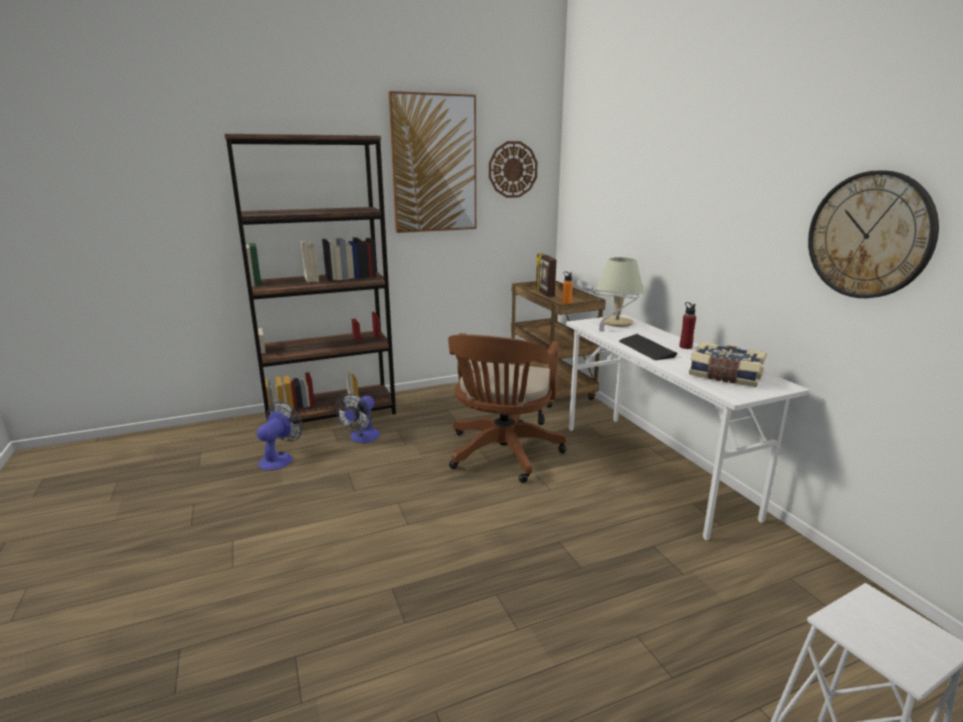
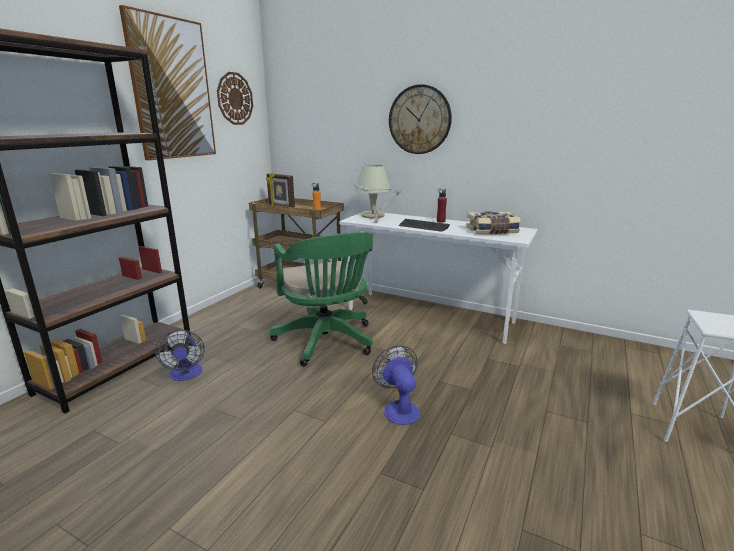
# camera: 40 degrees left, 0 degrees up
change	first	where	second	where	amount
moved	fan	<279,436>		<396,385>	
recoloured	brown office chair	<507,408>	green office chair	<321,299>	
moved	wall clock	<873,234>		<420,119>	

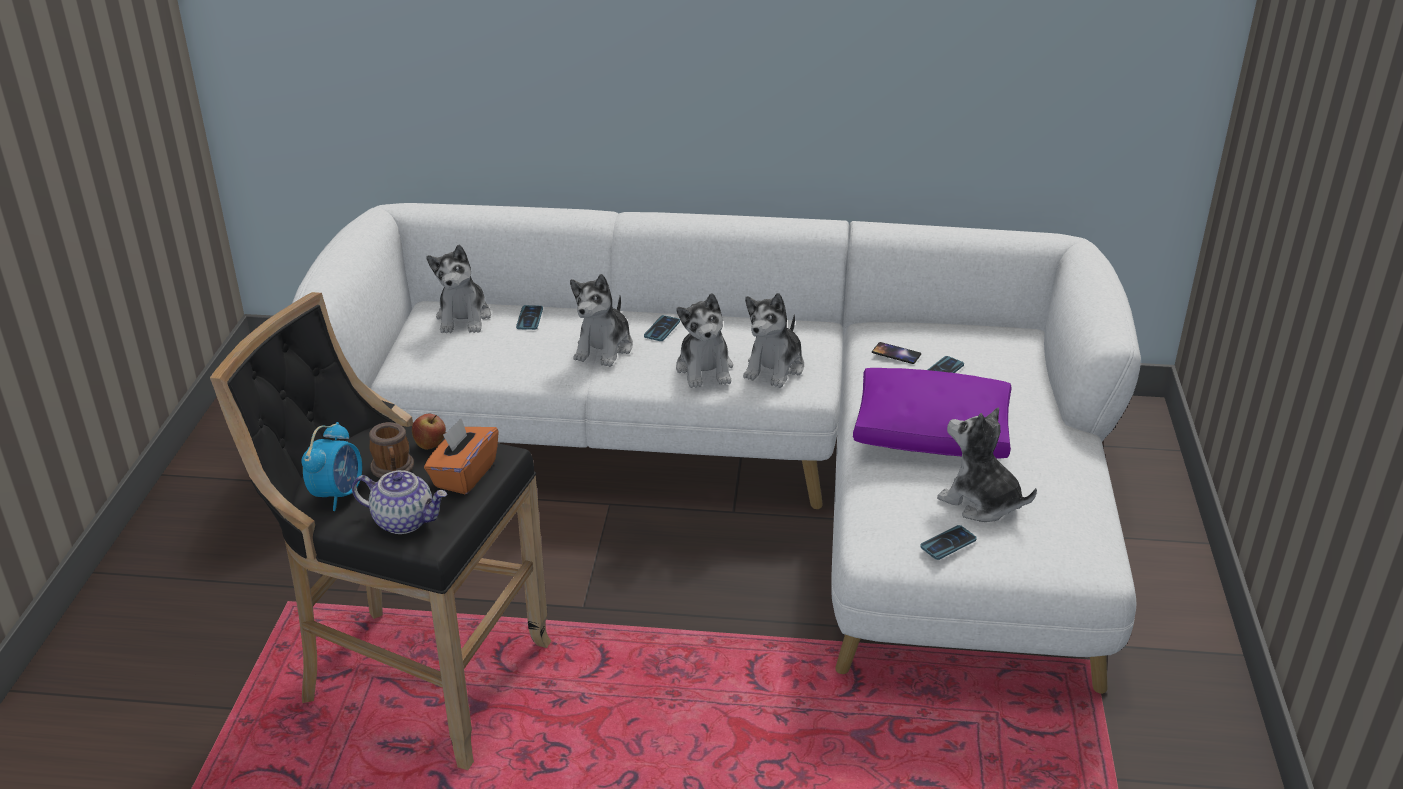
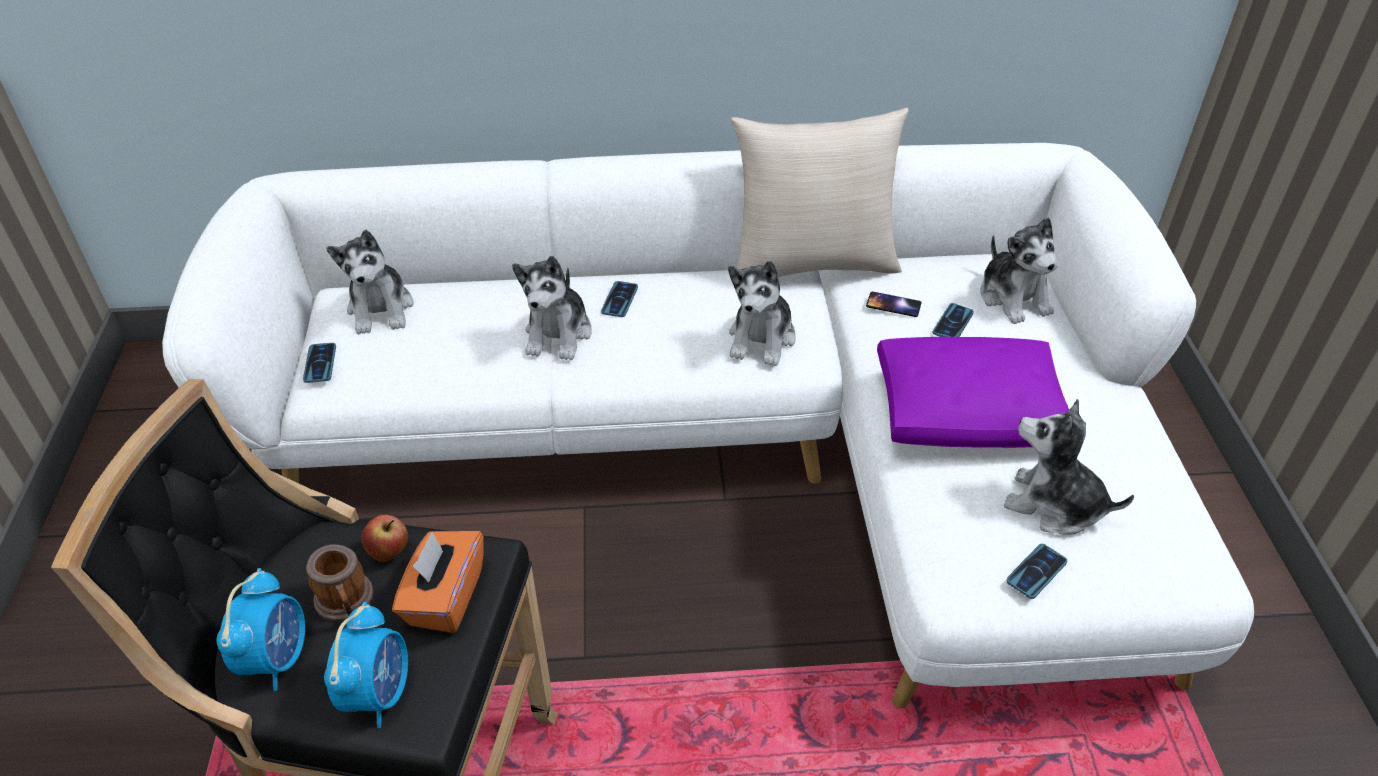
# camera: 10 degrees left, 10 degrees up
change	first	where	second	where	amount
replaced	teapot	<399,502>	alarm clock	<366,665>	
moved	phone	<529,317>		<319,363>	
moved	plush toy	<704,340>		<1018,270>	
added			beige pillow	<820,192>	

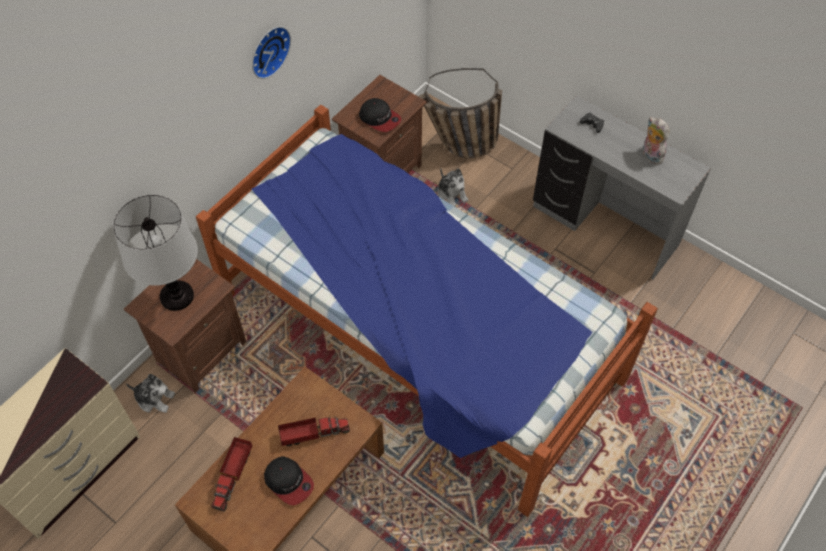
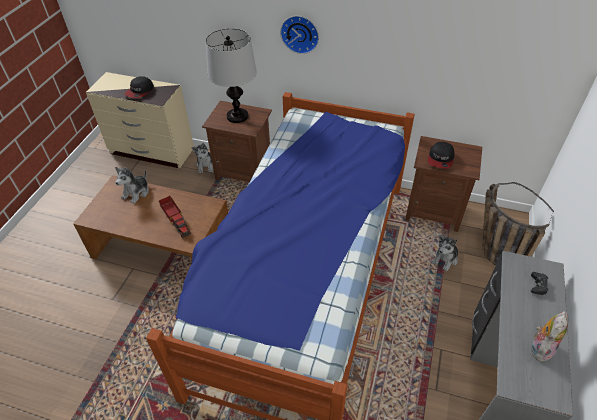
# camera: 70 degrees right, 10 degrees down
change	first	where	second	where	amount
replaced	toy truck	<232,474>	plush toy	<132,185>	
moved	wall clock	<271,52>		<299,35>	
moved	cap	<289,481>		<139,87>	

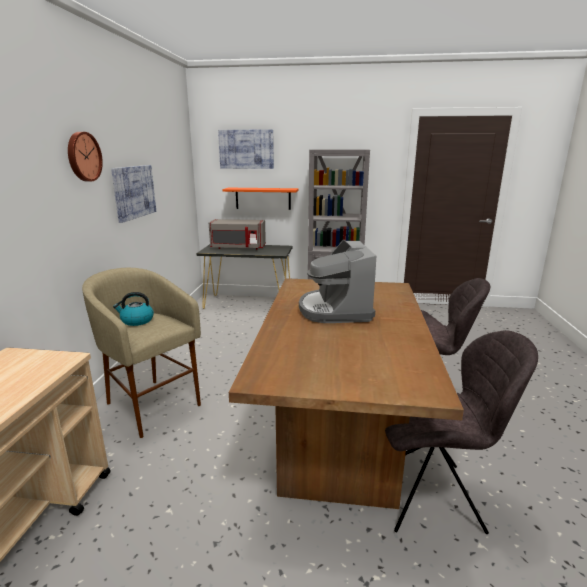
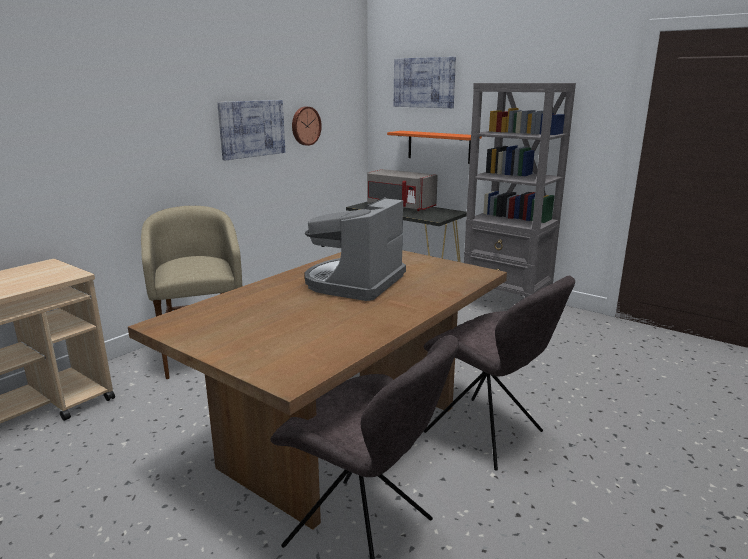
# camera: 30 degrees right, 0 degrees up
change	first	where	second	where	amount
moved	wall clock	<85,156>		<307,126>	
removed	kettle	<133,309>			

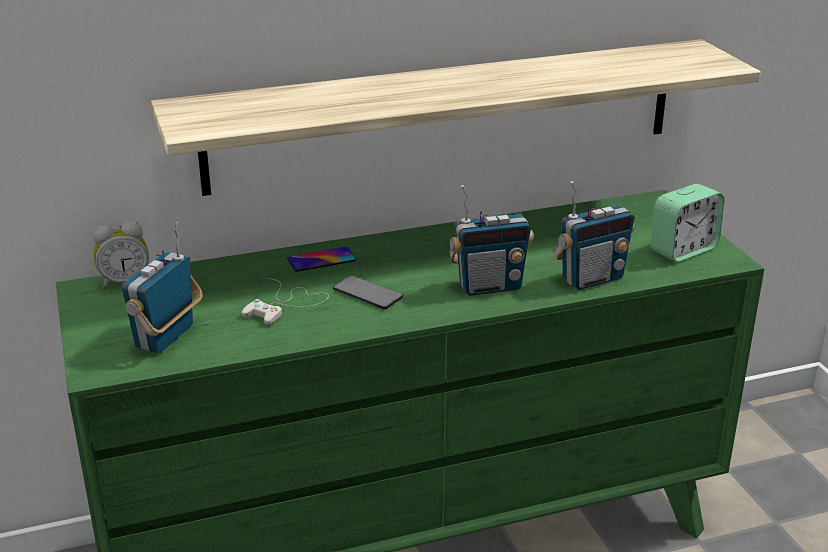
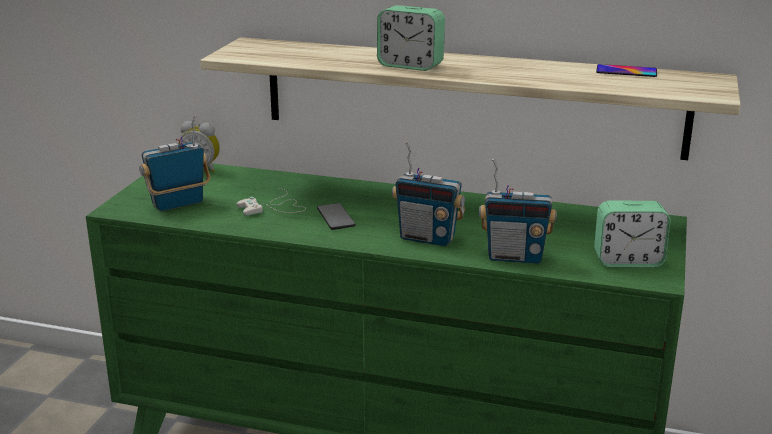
# camera: 35 degrees right, 5 degrees down
change	first	where	second	where	amount
moved	phone	<321,259>		<626,70>	
added			alarm clock	<411,38>	

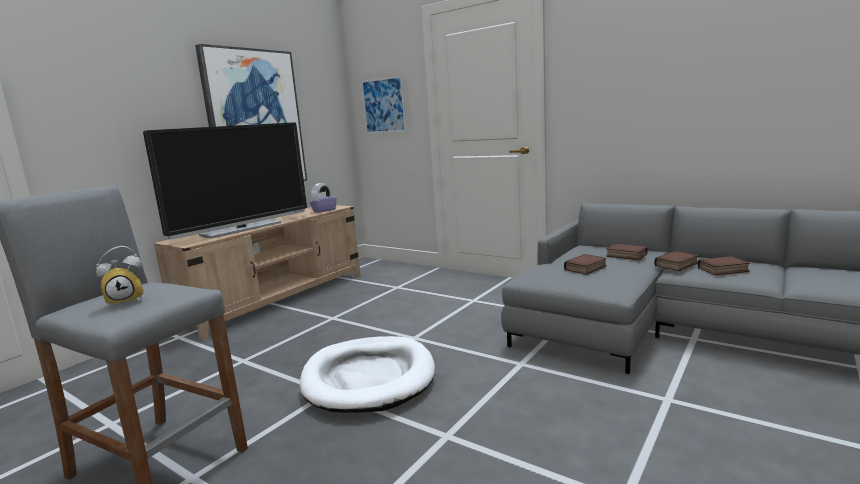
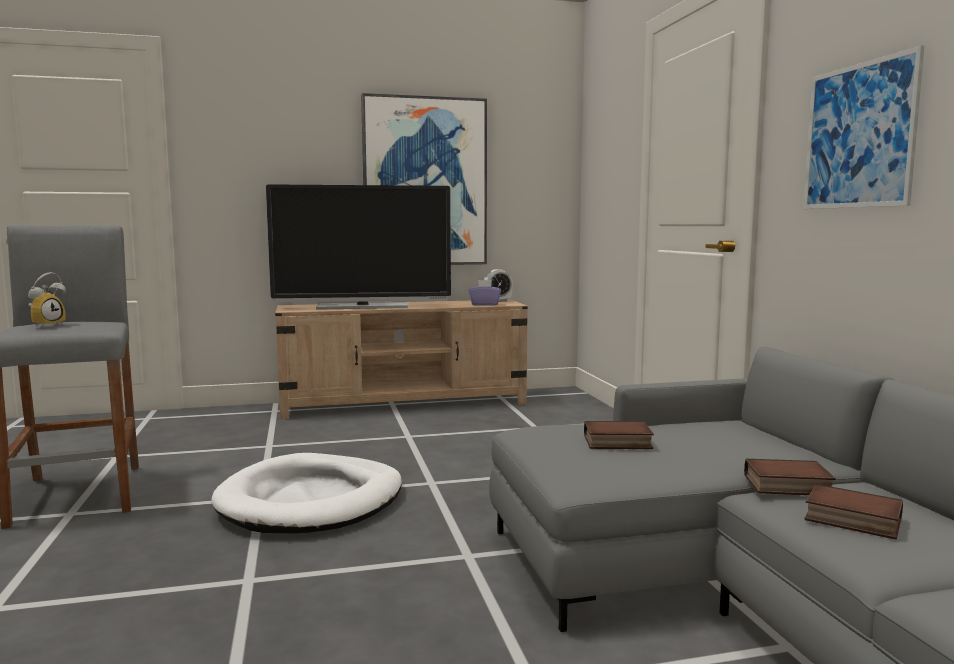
# camera: 40 degrees right, 5 degrees down
change	first	where	second	where	amount
turned	alarm clock	<120,277>		<47,300>	75 degrees counterclockwise
moved	picture	<384,104>		<863,127>	
removed	book	<627,251>			

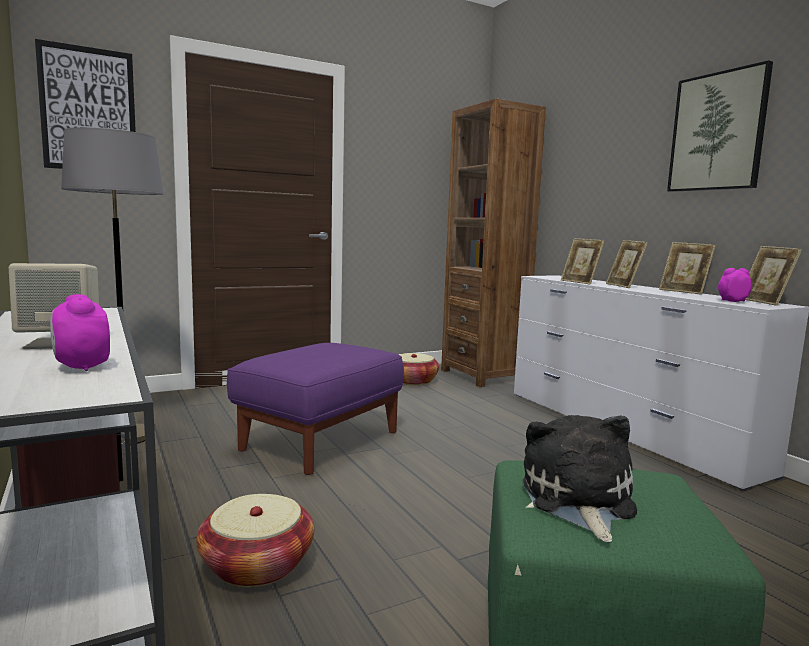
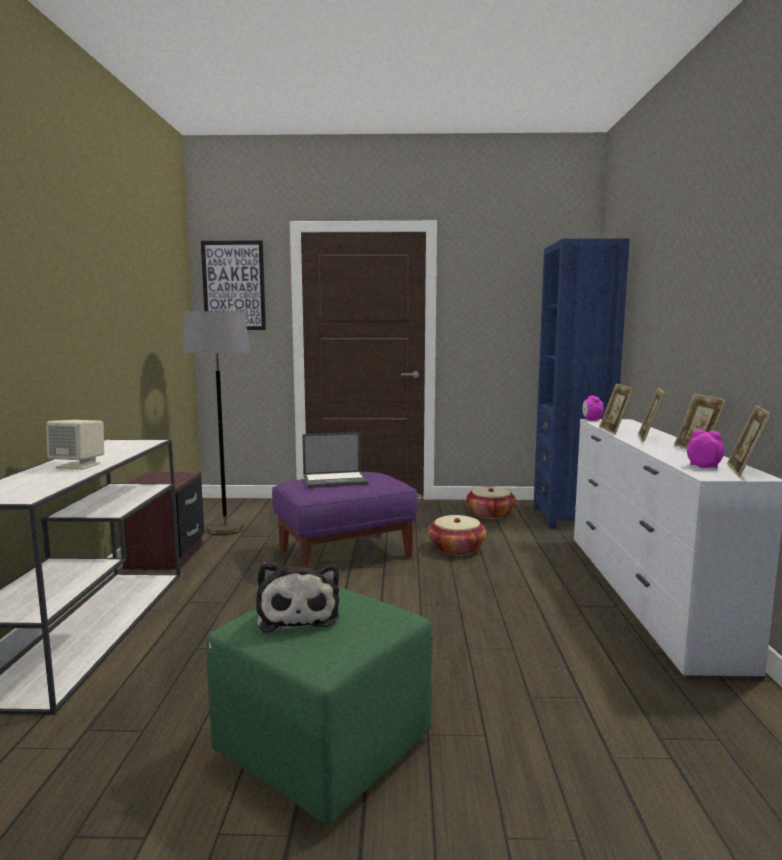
# camera: 30 degrees right, 0 degrees up
change	first	where	second	where	amount
moved	alarm clock	<80,332>		<593,408>	
moved	basket	<255,540>		<457,535>	
recoloured	brown bookcase	<493,242>	blue bookcase	<581,383>	
turned	plush toy	<580,478>		<298,597>	135 degrees clockwise
removed	picture	<720,126>			
added			laptop	<335,460>	

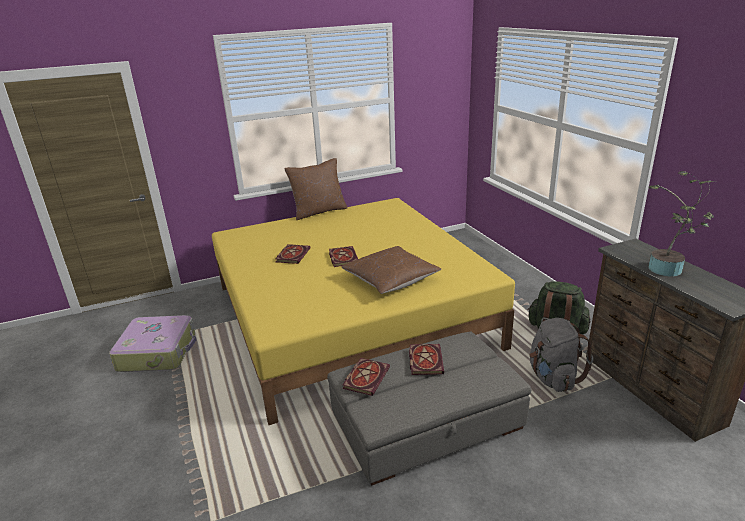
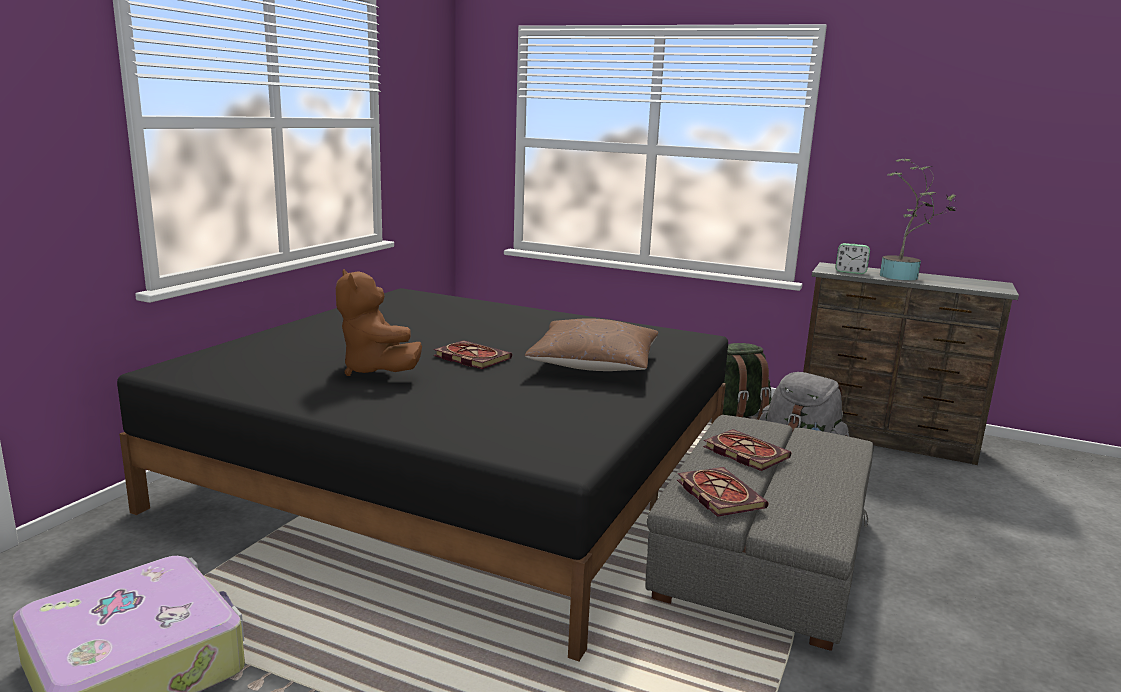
# camera: 45 degrees left, 10 degrees down
change	first	where	second	where	amount
recoloured	yellow bed	<363,311>	black bed	<422,474>	
replaced	book	<293,254>	brown plush toy	<379,322>	
removed	brown pillow	<315,189>			
added			alarm clock	<853,258>	

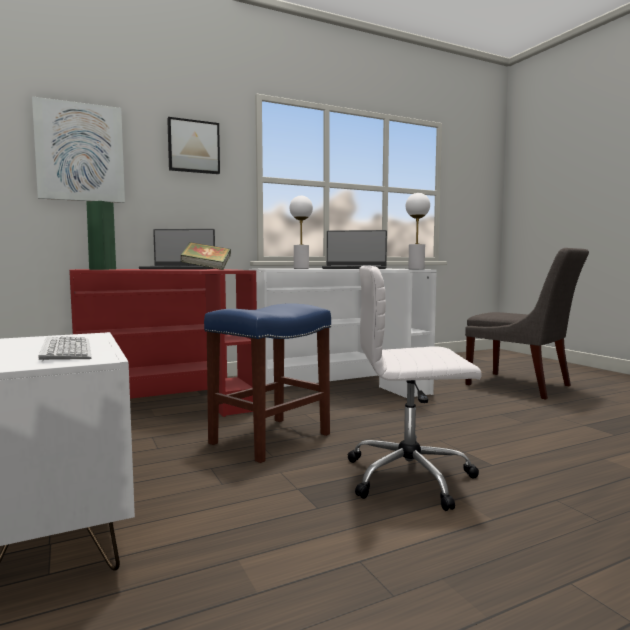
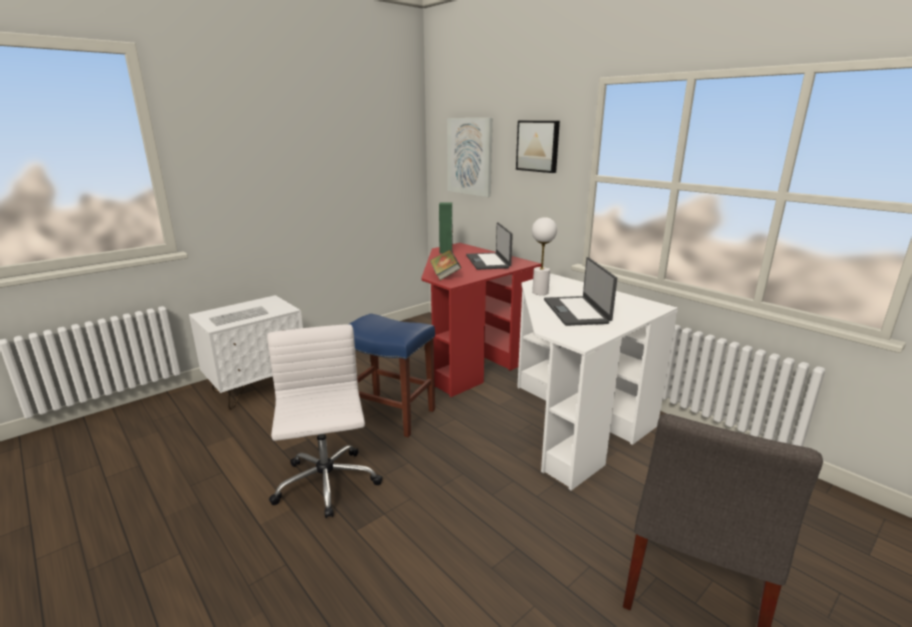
# camera: 75 degrees right, 15 degrees up
change	first	where	second	where	amount
removed	white table lamp	<418,231>			

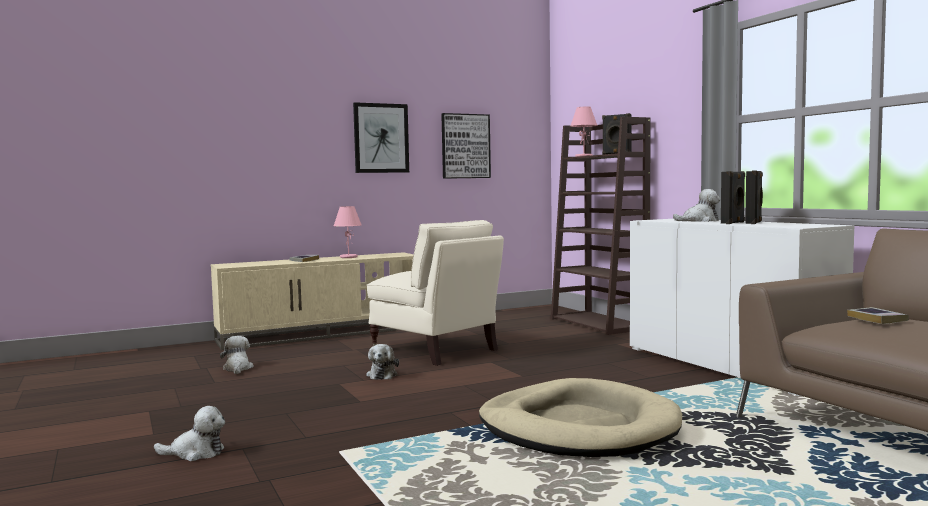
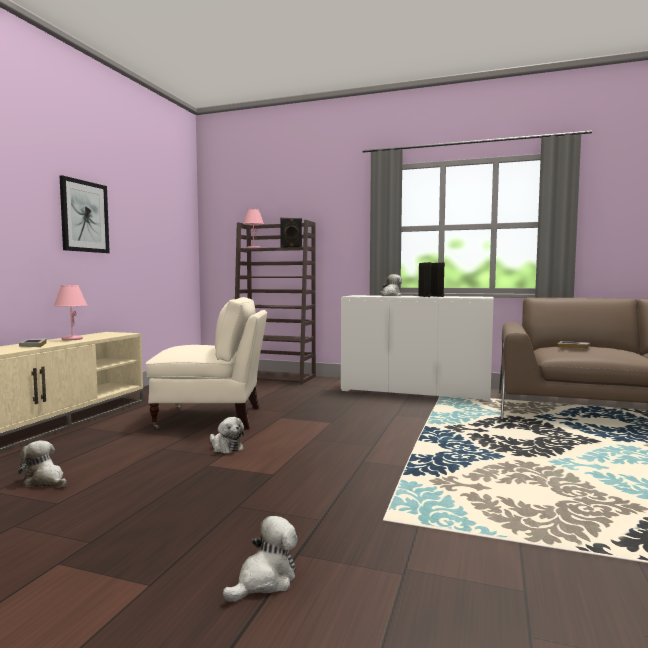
# camera: 45 degrees left, 0 degrees up
change	first	where	second	where	amount
removed	picture	<466,146>			
removed	beige dog bed	<580,417>			

